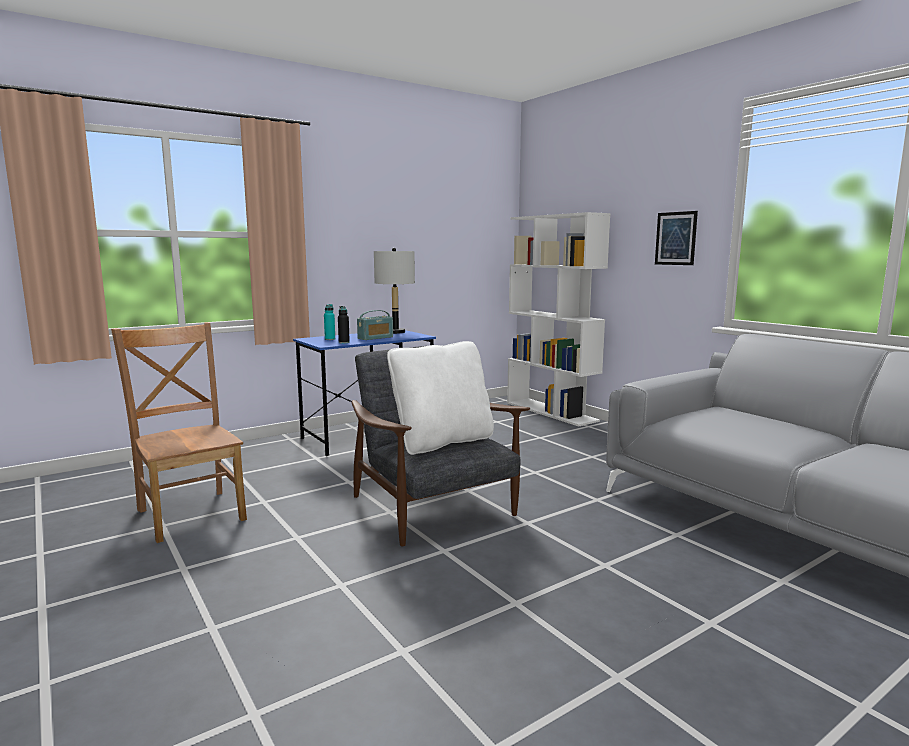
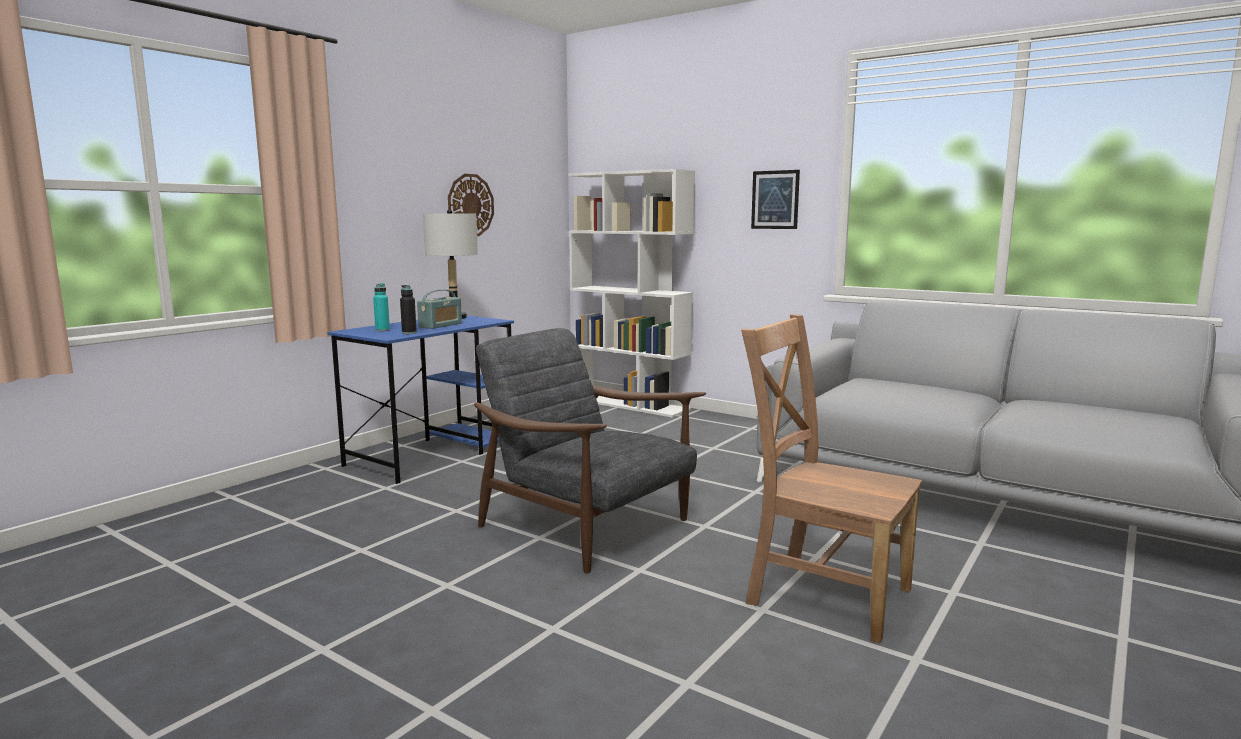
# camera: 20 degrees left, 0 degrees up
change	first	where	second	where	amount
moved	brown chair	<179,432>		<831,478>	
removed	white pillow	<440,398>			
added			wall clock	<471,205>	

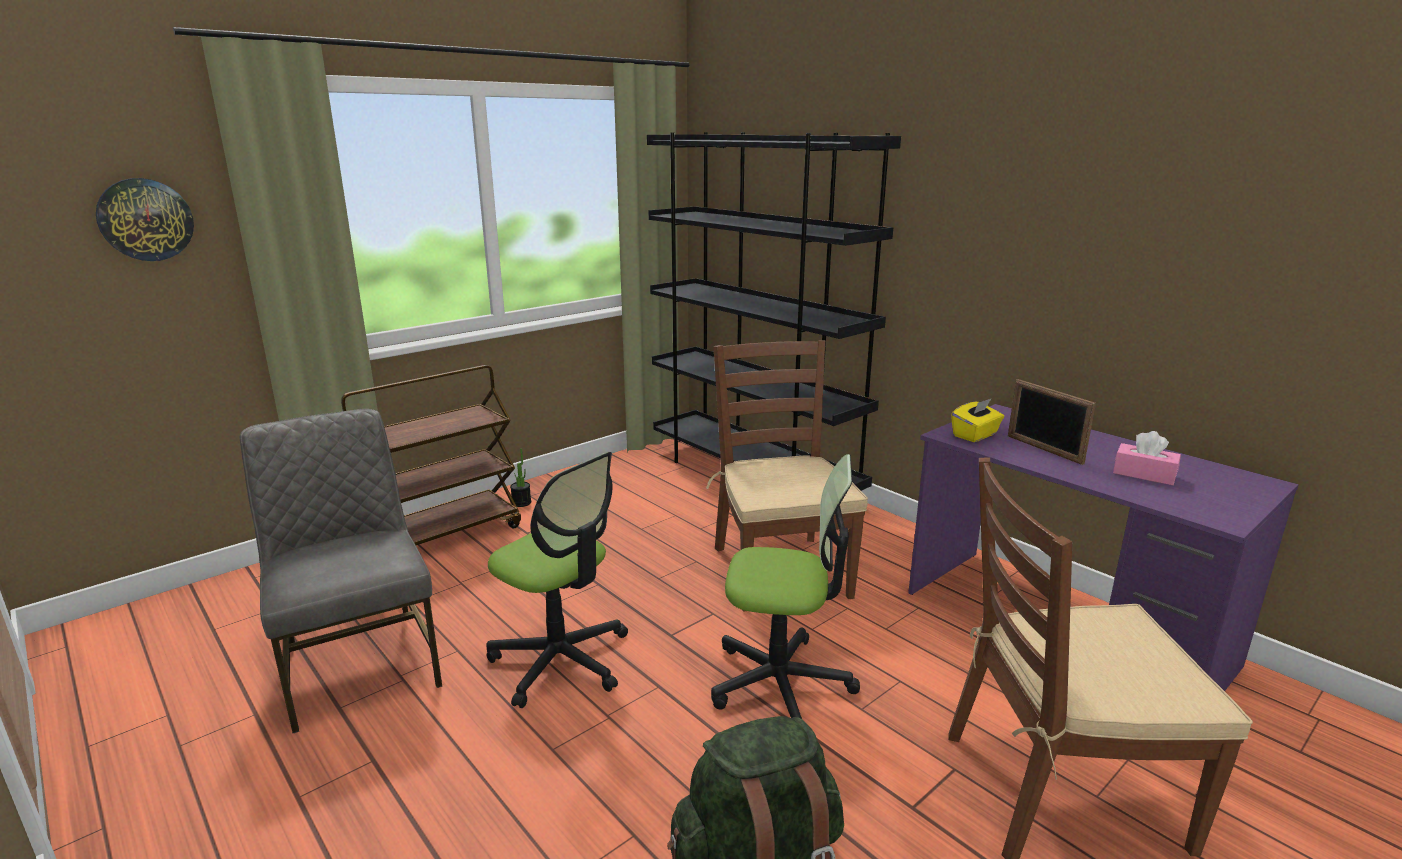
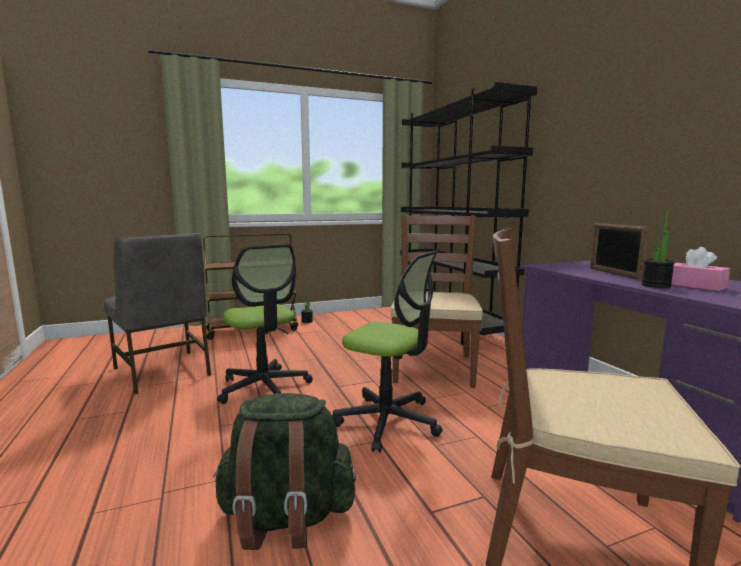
# camera: 20 degrees right, 10 degrees down
change	first	where	second	where	amount
removed	wall clock	<145,219>			
turned	grey chair	<341,571>		<157,313>	150 degrees clockwise
removed	yellow tissue box	<977,420>			
added			potted plant	<658,249>	

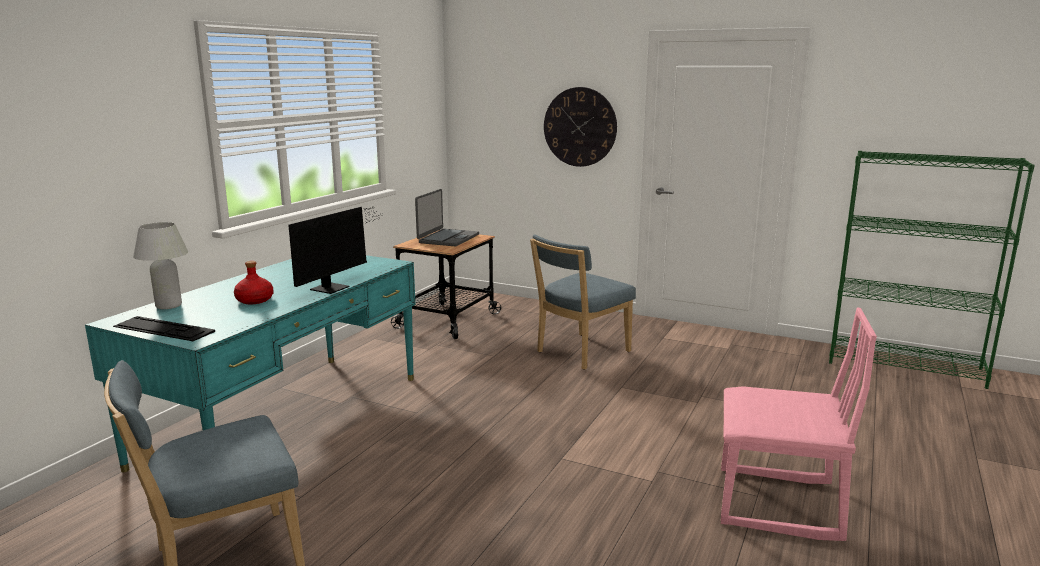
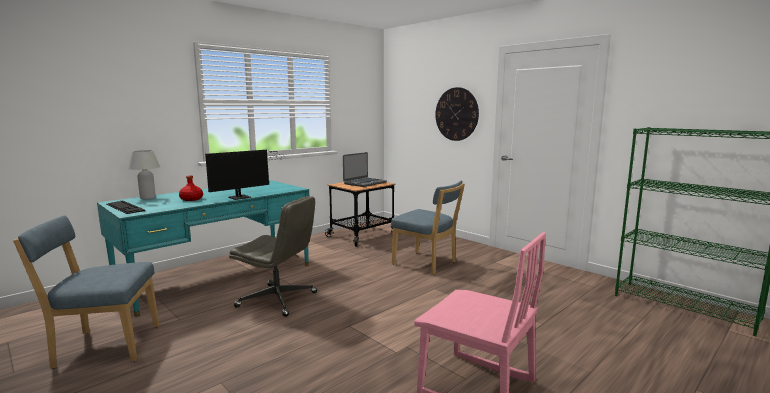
# camera: 20 degrees right, 5 degrees down
change	first	where	second	where	amount
turned	blue chair	<583,302>		<428,227>	120 degrees counterclockwise
added			grey office chair	<273,256>	

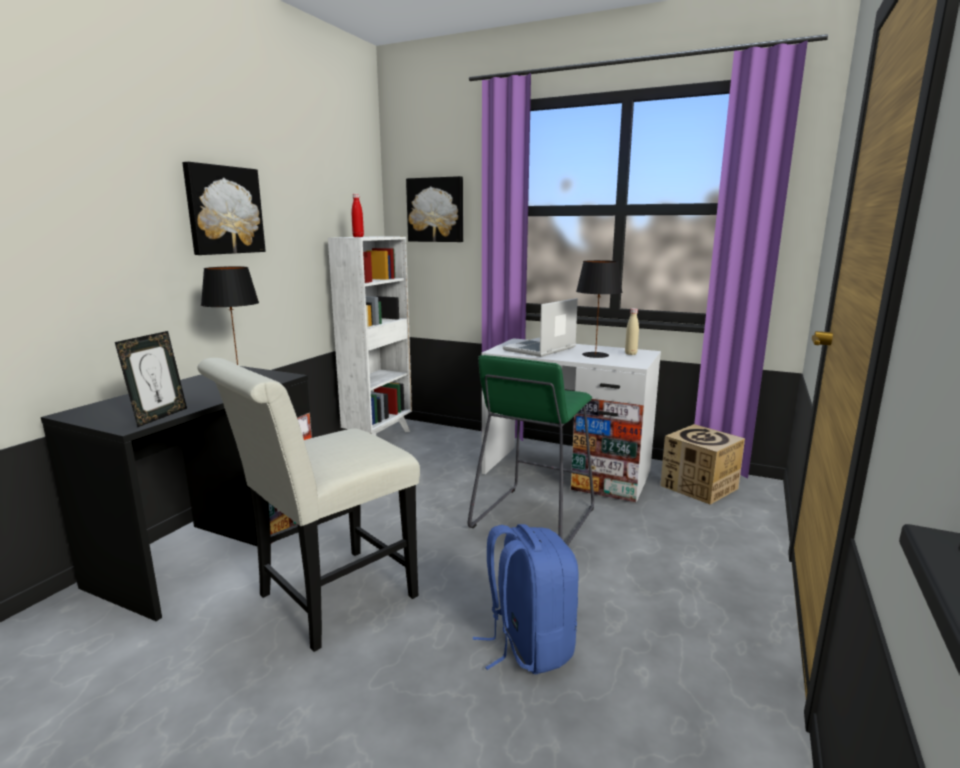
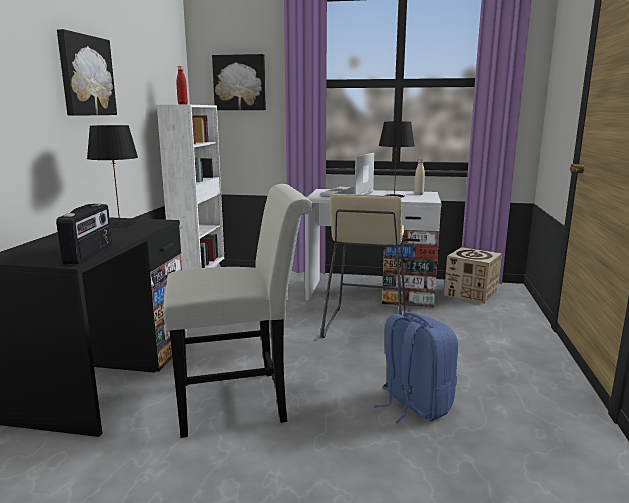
# camera: 15 degrees left, 0 degrees up
change	first	where	second	where	amount
replaced	picture frame	<151,379>	radio	<84,233>	
turned	white chair	<308,505>		<238,311>	135 degrees counterclockwise
recoloured	green stool	<531,450>	beige stool	<363,266>	

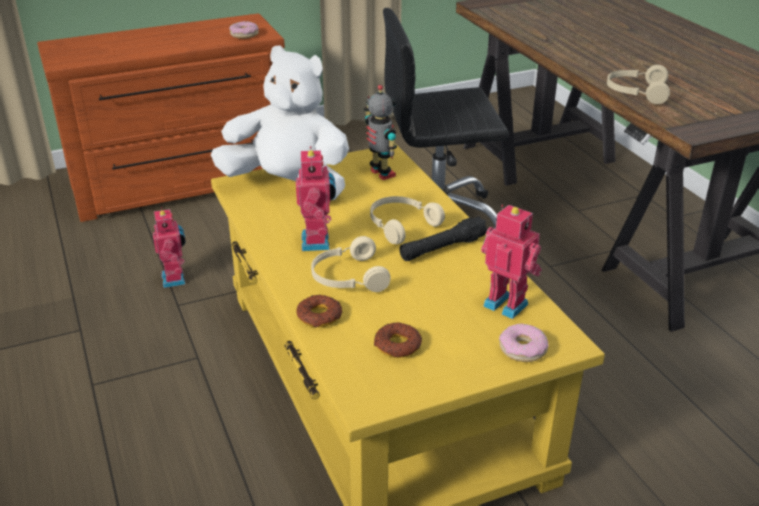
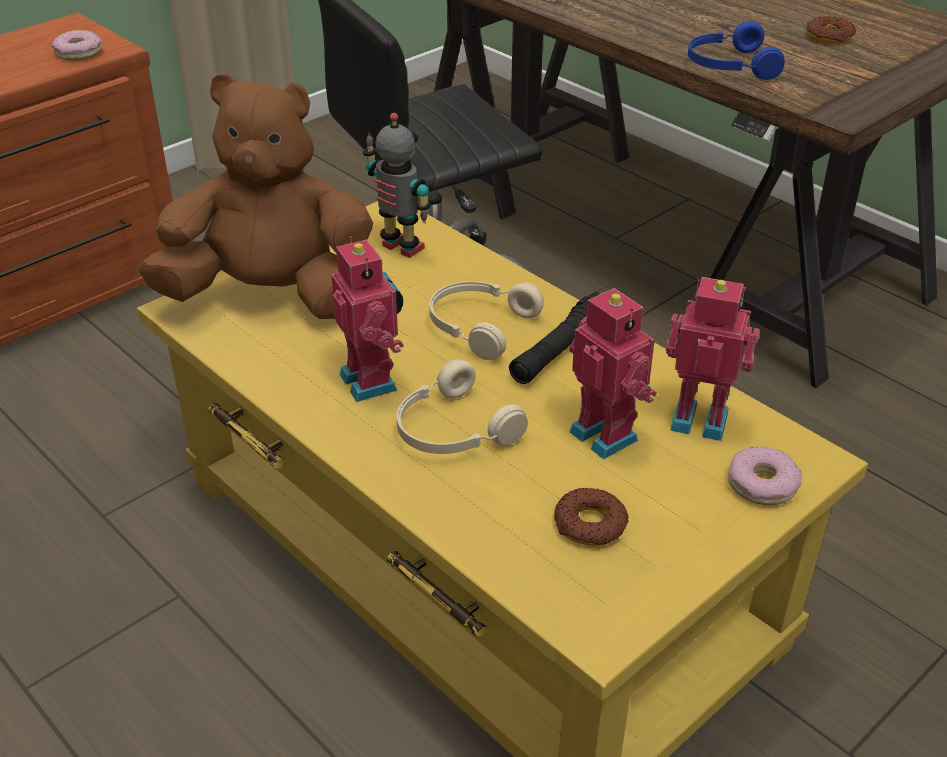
# camera: 20 degrees left, 5 degrees up
change	first	where	second	where	amount
moved	toy robot	<169,247>		<613,373>	
recoloured	white plush toy	<280,122>	brown plush toy	<256,196>	
moved	donut	<319,310>		<831,30>	
recoloured	beige headphones	<638,84>	blue headphones	<736,50>	

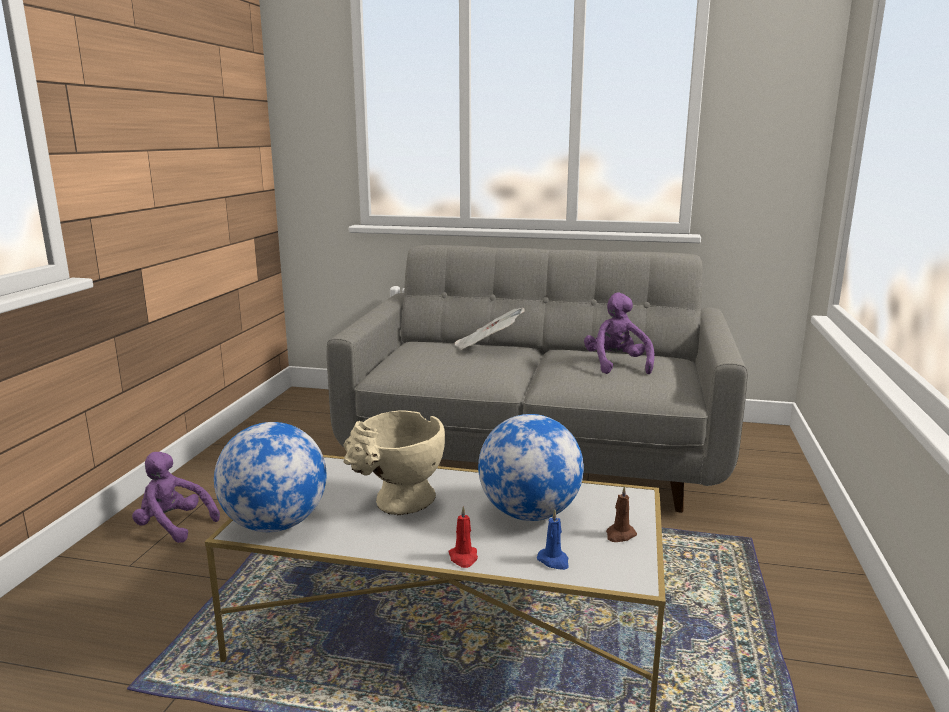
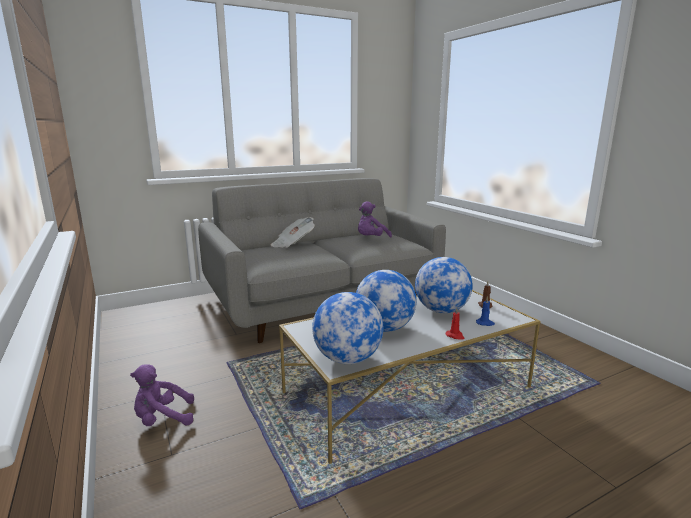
# camera: 40 degrees left, 0 degrees up
change	first	where	second	where	amount
replaced	beige vase	<394,462>	globe	<386,301>	
turned	purple plush toy	<619,333>		<375,219>	90 degrees counterclockwise

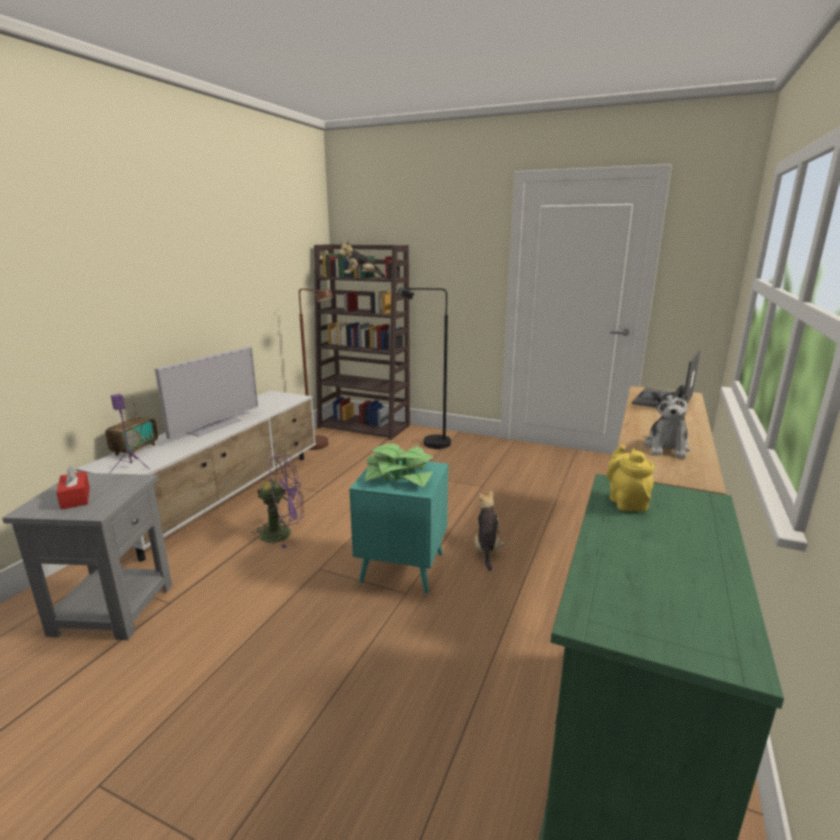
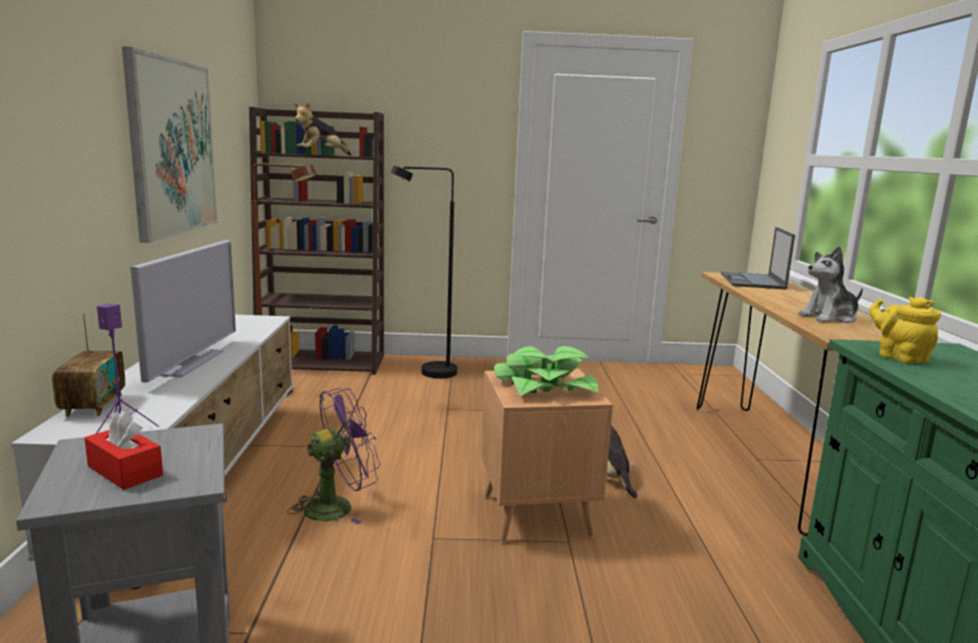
# camera: 25 degrees left, 5 degrees down
change	first	where	second	where	amount
recoloured	turquoise side table	<398,527>	brown side table	<547,456>	
turned	plush toy	<667,422>		<830,284>	75 degrees clockwise
added			picture	<169,145>	

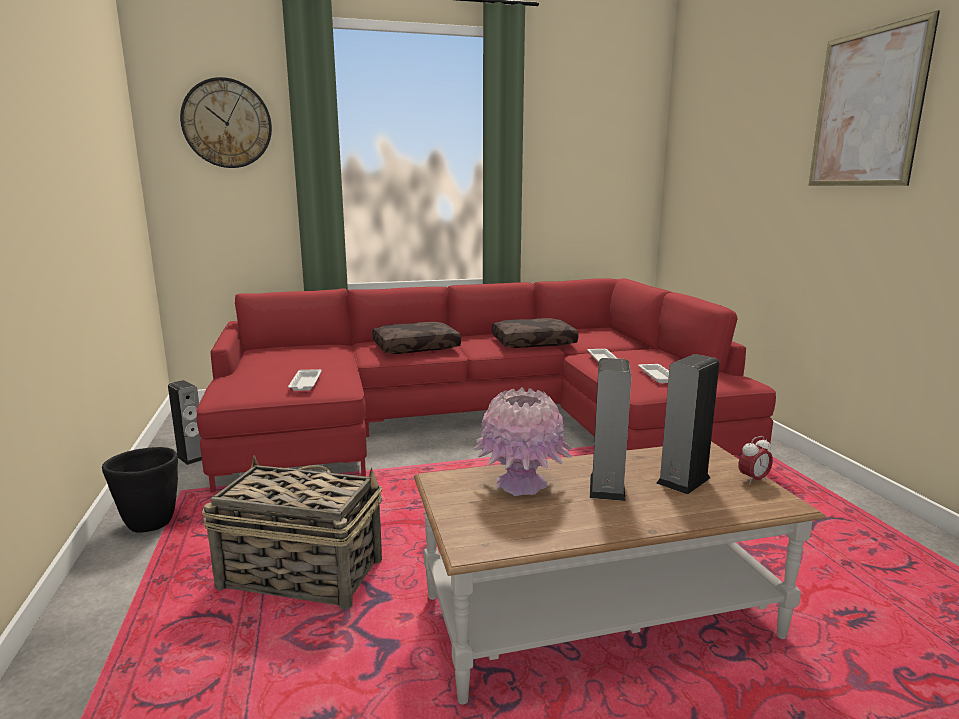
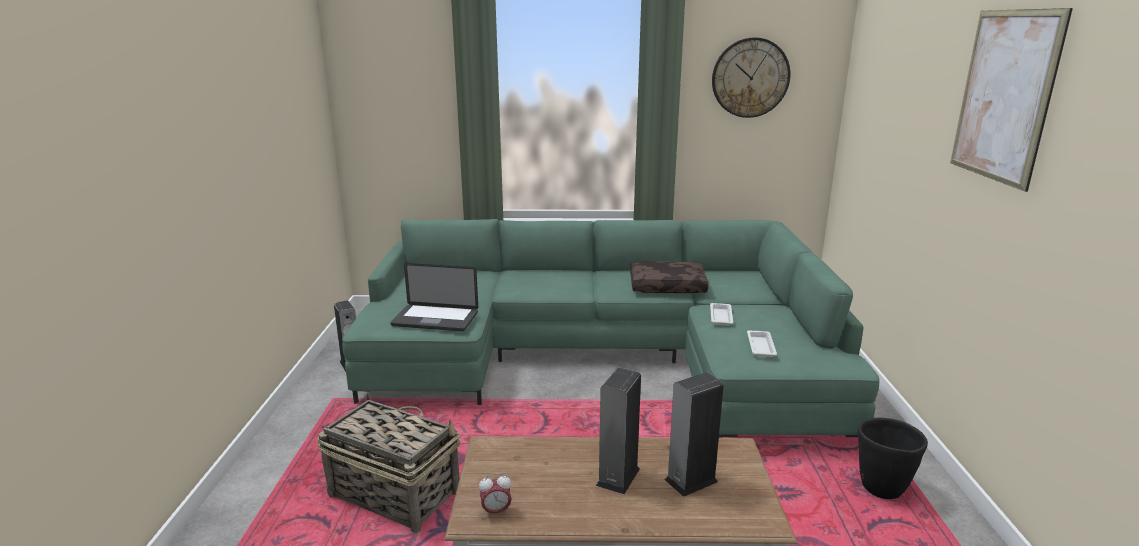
# camera: 15 degrees right, 5 degrees up
change	first	where	second	where	amount
moved	black planter	<140,490>		<893,458>	
moved	wall clock	<226,122>		<751,77>	
recoloured	red sofa	<486,385>	green sofa	<611,328>	
replaced	white tray	<305,380>	laptop	<434,297>	
removed	brown pillow	<416,338>			
removed	pink vase	<522,441>			
moved	alarm clock	<755,460>		<495,495>	

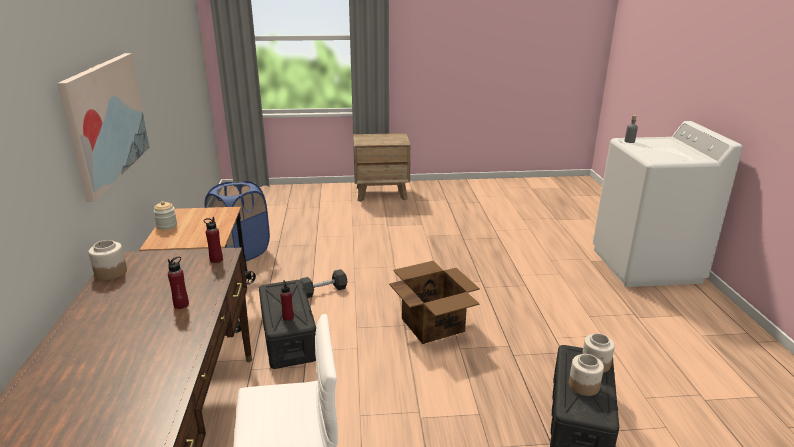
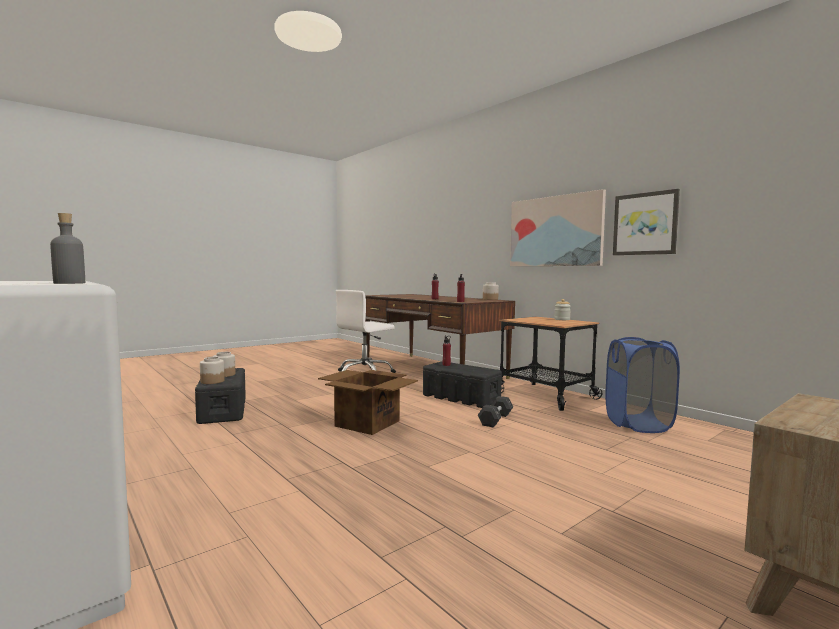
# camera: 145 degrees right, 20 degrees down
change	first	where	second	where	amount
added			picture	<646,222>	

